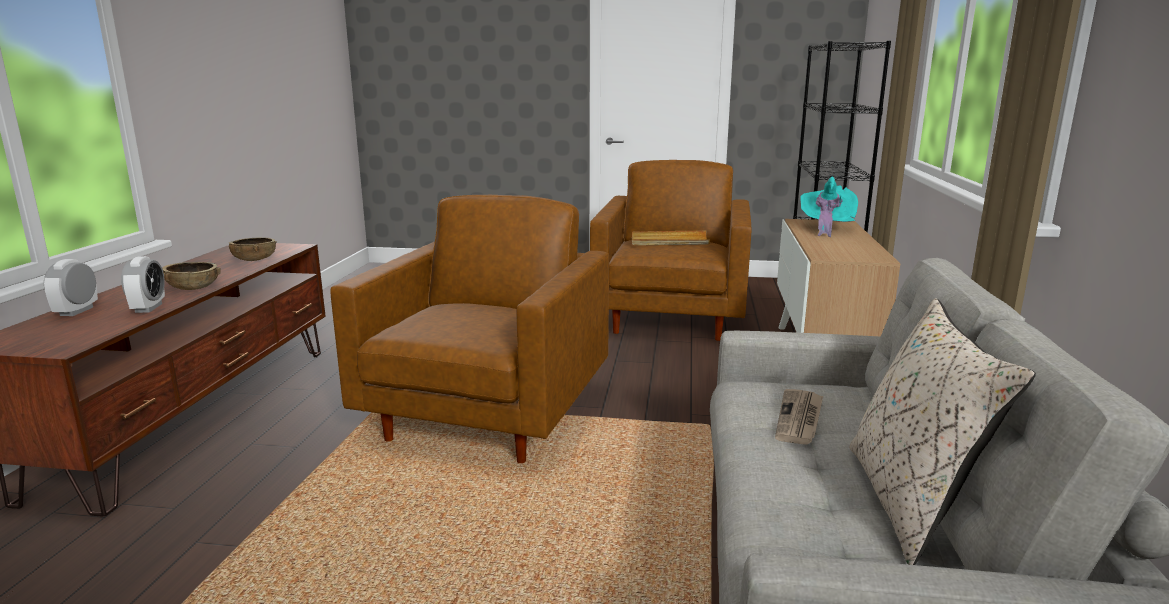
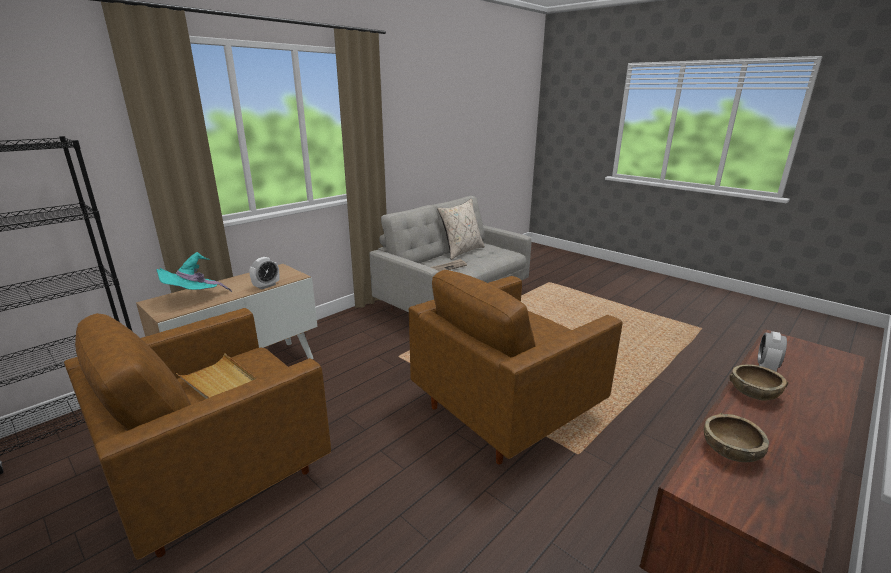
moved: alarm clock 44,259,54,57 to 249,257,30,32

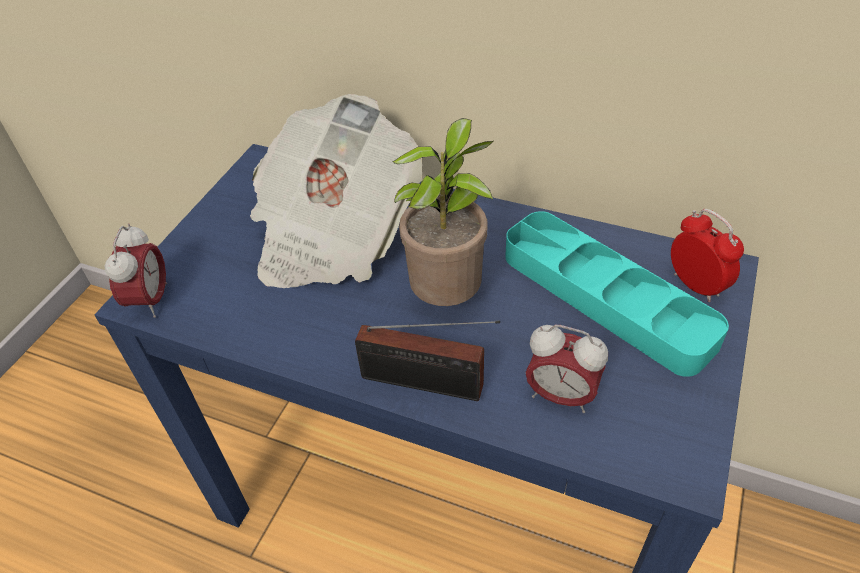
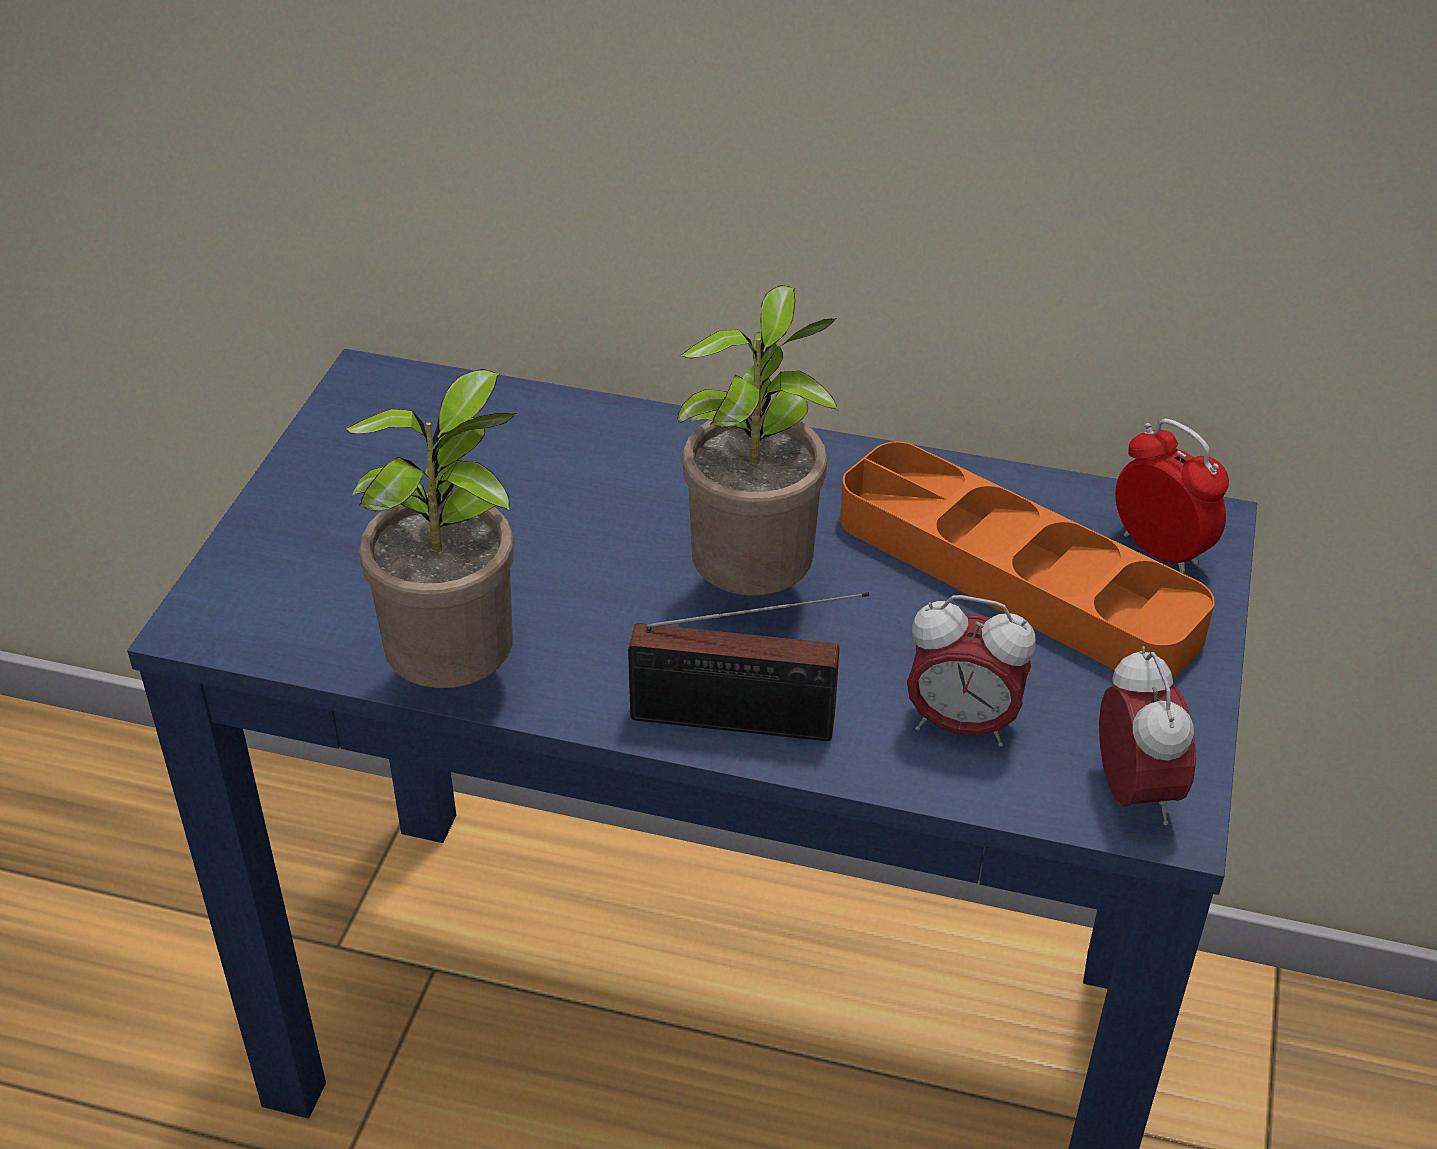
removed: newspaper 250,94,172,194
added: potted plant 345,369,172,319
moved: alarm clock 105,223,62,95 to 1099,646,97,179
recoloured: turquoise tray 505,211,224,166 to orange tray 840,441,375,239

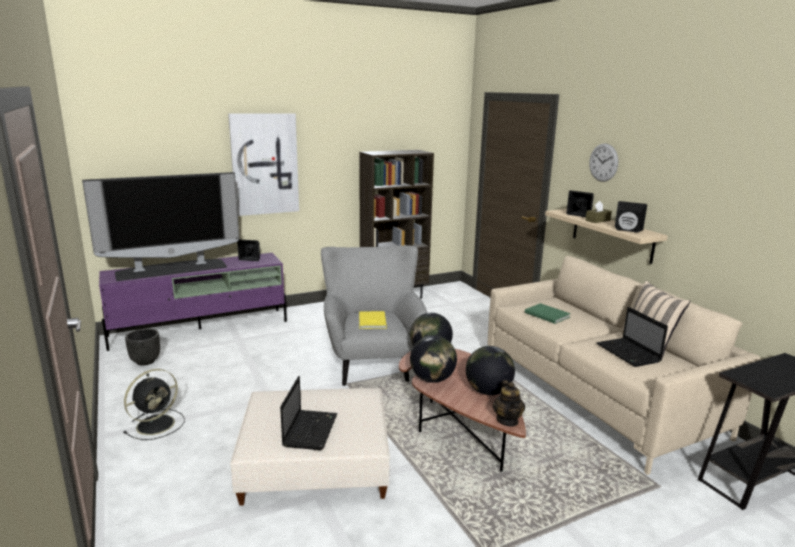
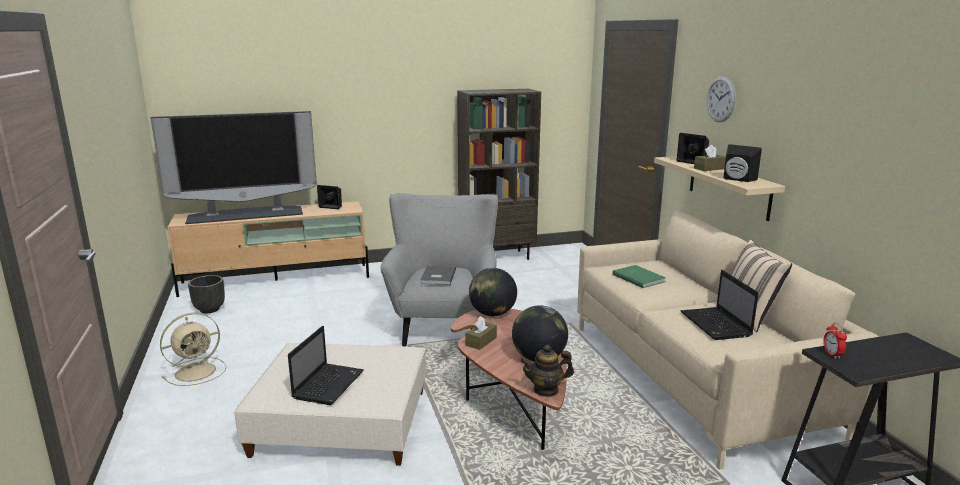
removed: picture 228,113,71,103
added: alarm clock 823,323,24,36
replaced: globe 410,335,47,48 to brown tissue box 466,316,31,34
recoloured: purple tv stand 99,253,188,98 to beige tv stand 168,201,201,96; black fan 123,369,62,71 to beige fan 160,313,66,73; yellow book 359,311,28,18 to grey book 421,266,35,19
turned: teapot 493,380,32,47 = 520,345,54,52 75 degrees clockwise

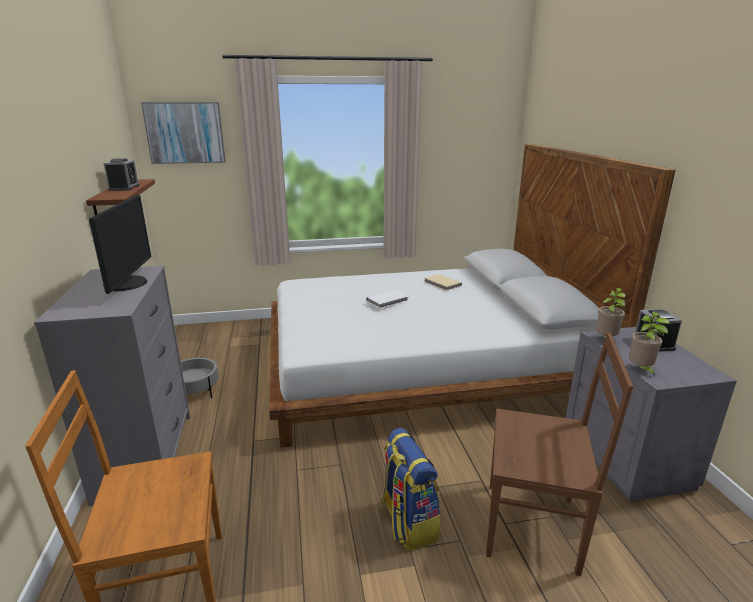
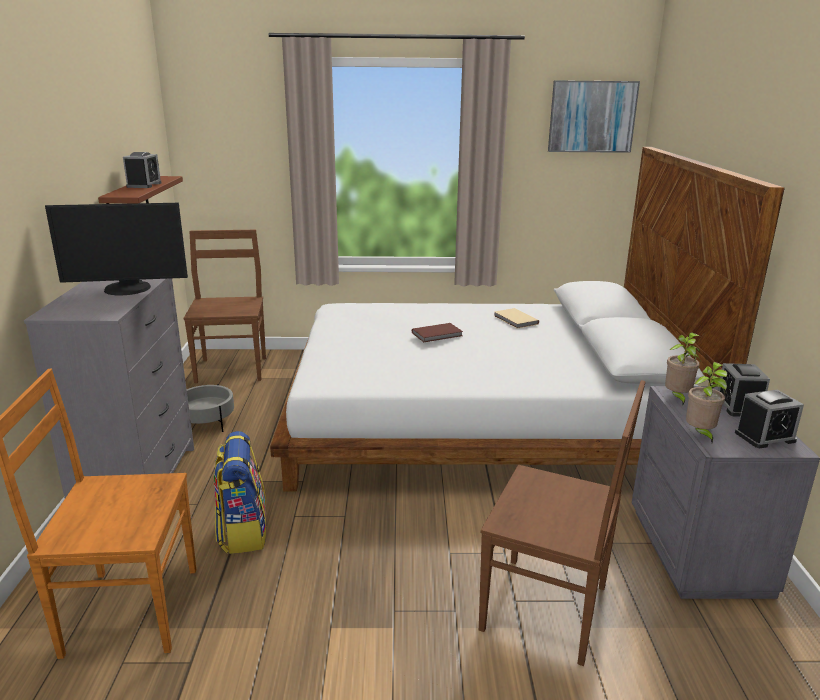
added: brown chair 183,230,83,153; alarm clock 735,390,69,58
moved: picture 141,102,85,62 to 548,80,92,73; backpack 379,428,62,123 to 214,431,52,123
recoloured: white book 366,290,42,18 to brown book 412,323,51,19
turned: monitor 89,194,62,100 = 45,203,143,92 75 degrees clockwise

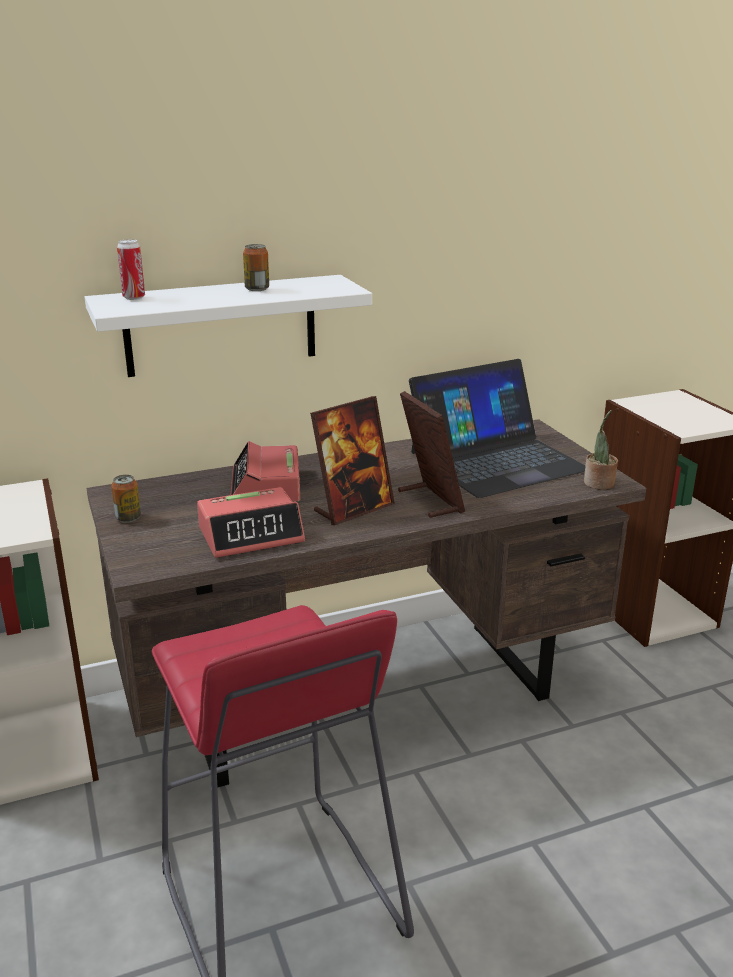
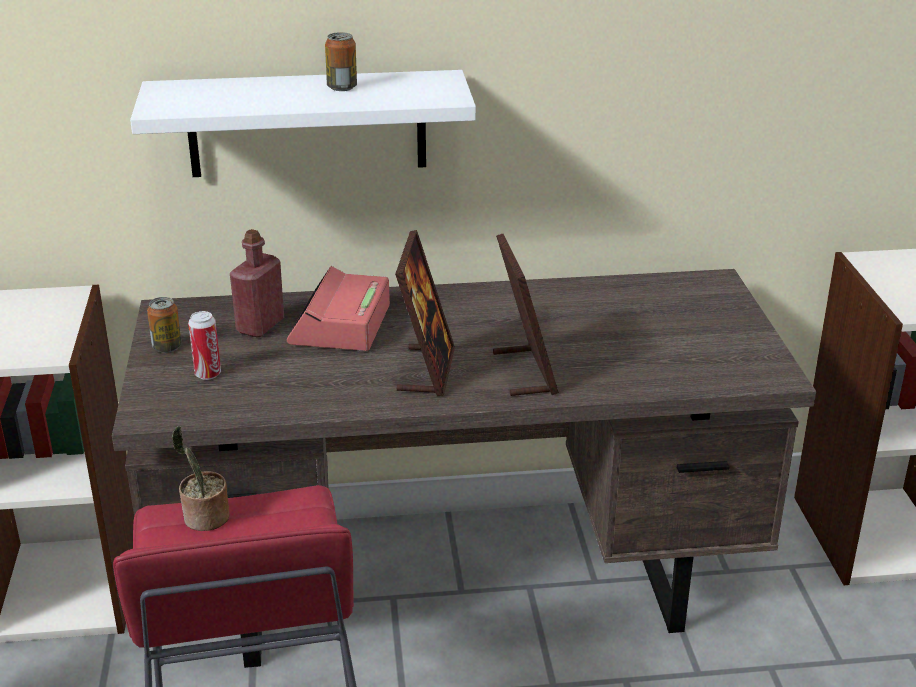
removed: alarm clock 197,487,108,71; laptop 409,359,177,139
added: red bottle 230,229,54,109
moved: can 117,239,28,61 to 188,311,33,69; potted plant 584,410,34,80 to 171,426,59,105
turned: picture frame 310,396,85,129 = 395,230,60,166 60 degrees counterclockwise

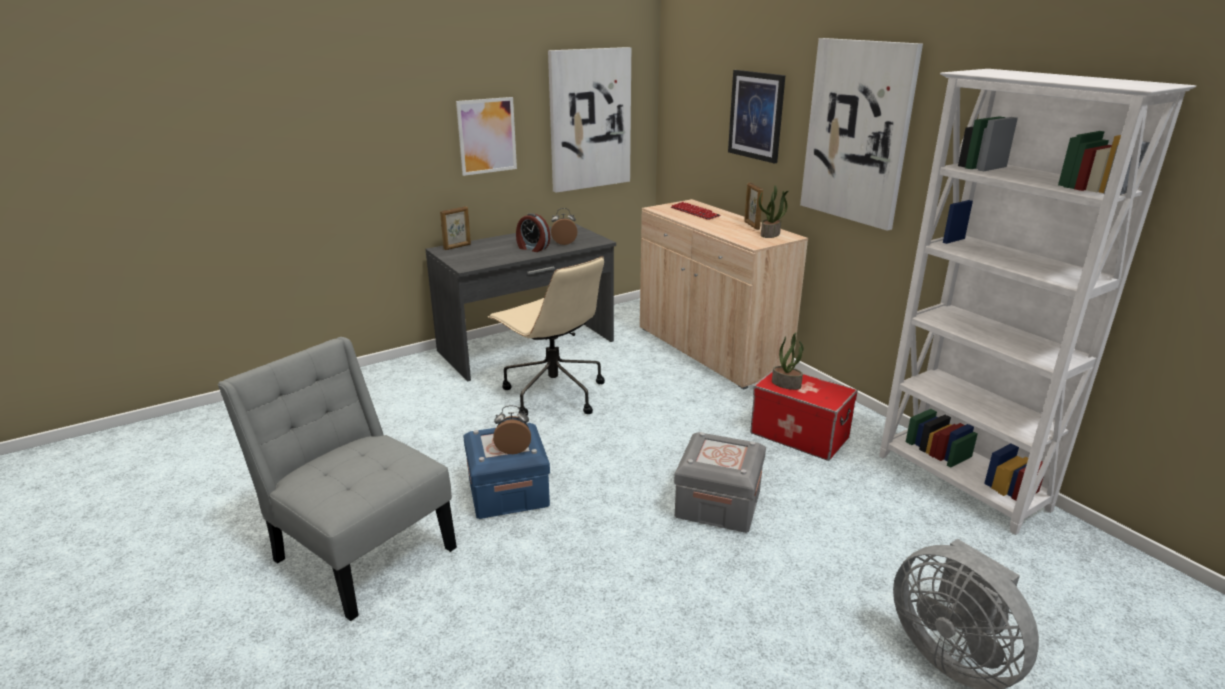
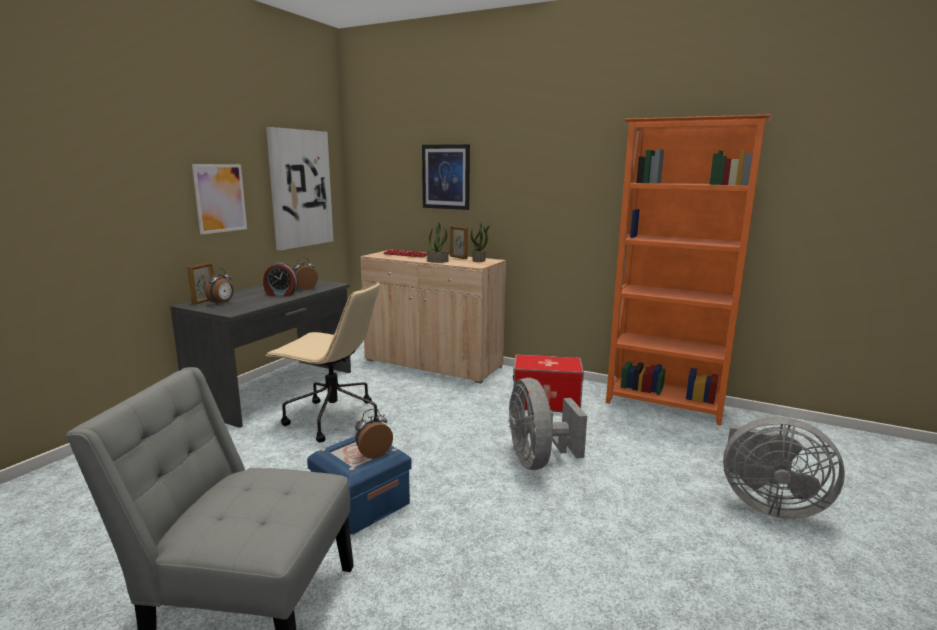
removed: picture 800,38,123,193
added: alarm clock 205,268,29,37
moved: potted plant 772,332,32,58 to 427,223,21,40
replaced: grey storage box 674,432,92,101 to grey fan 508,378,79,92
recoloured: white bookcase 879,69,317,466 to orange bookcase 606,114,166,312

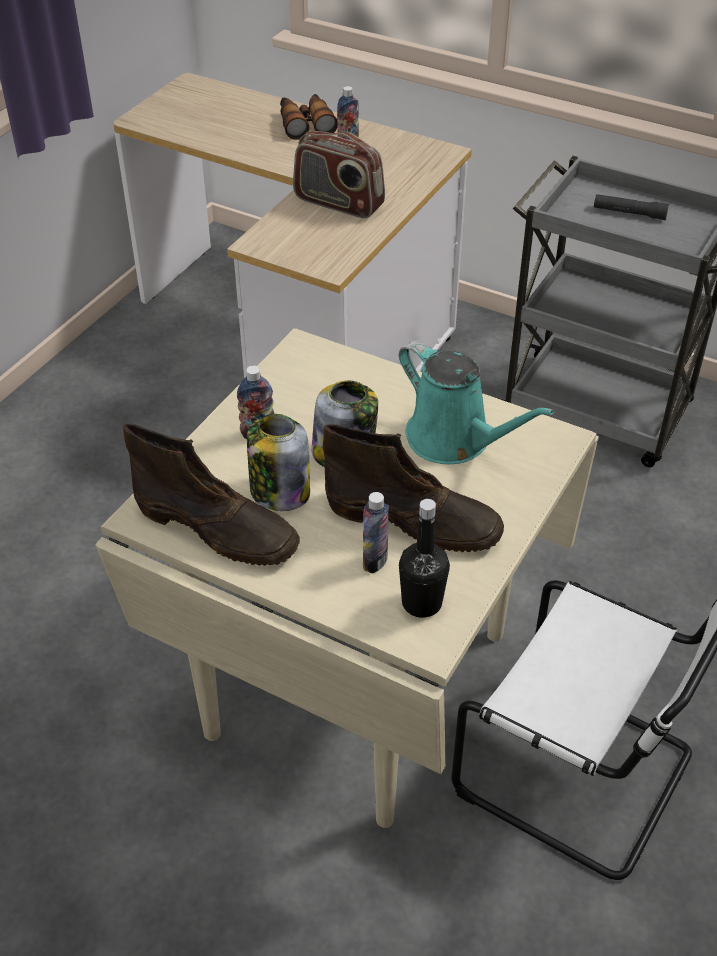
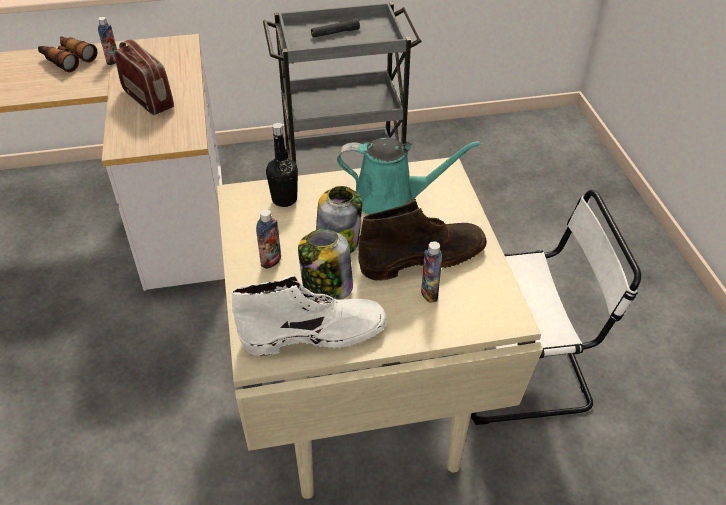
moved: black bottle 399,499,51,119 to 266,123,32,84
recoloured: brown boot 123,424,177,142 to white boot 231,274,156,82
turned: radio 293,131,92,87 = 114,40,60,75 120 degrees counterclockwise

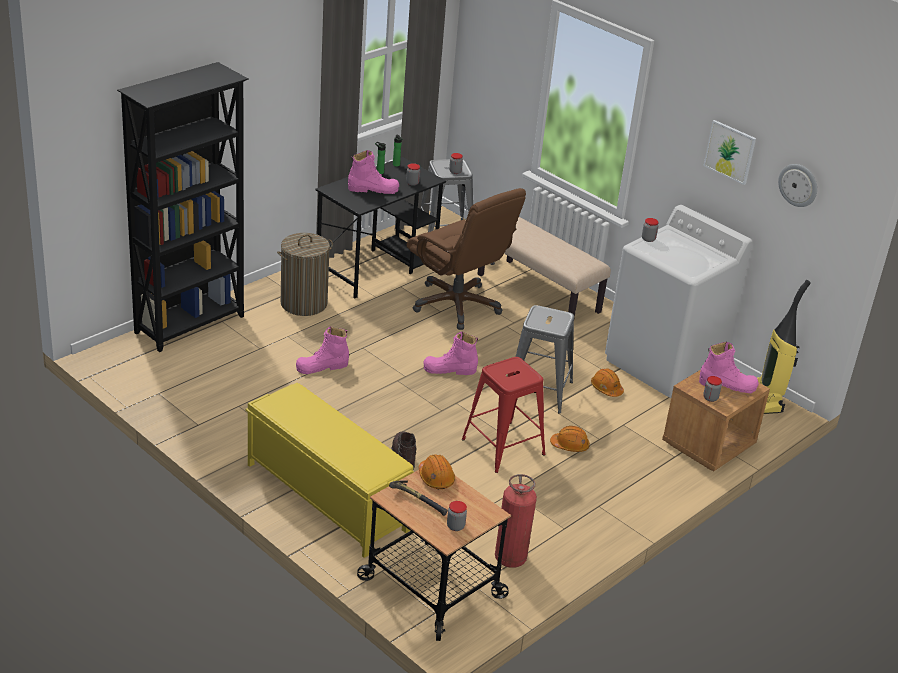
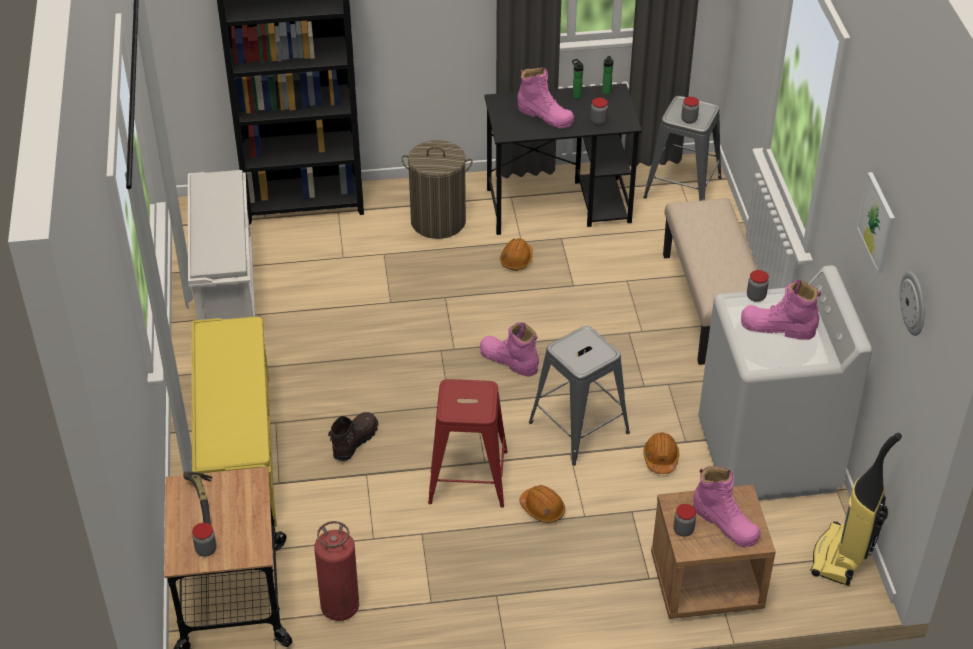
removed: brown office chair 407,188,119,142
added: white shoe rack 188,170,67,150
moved: pink boot 296,326,53,48 to 741,280,80,60; orange hard hat 419,454,36,35 to 500,238,33,33

